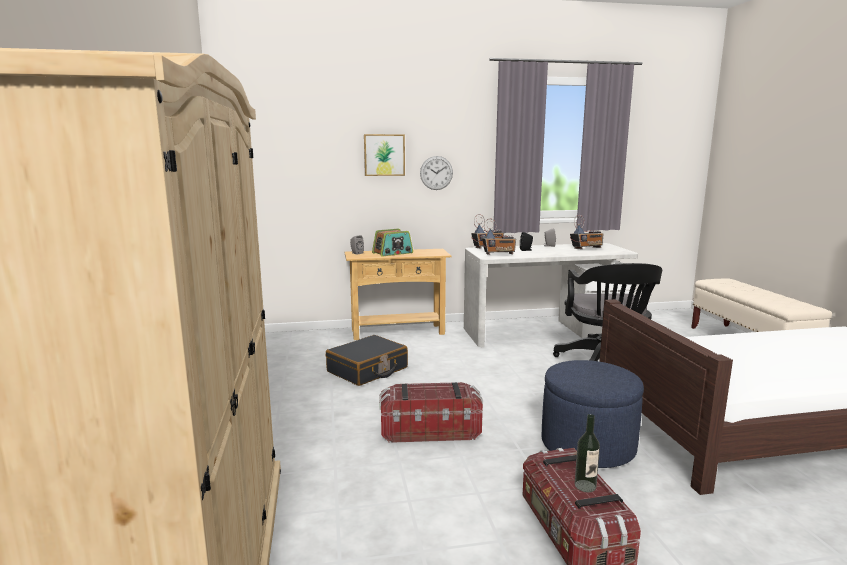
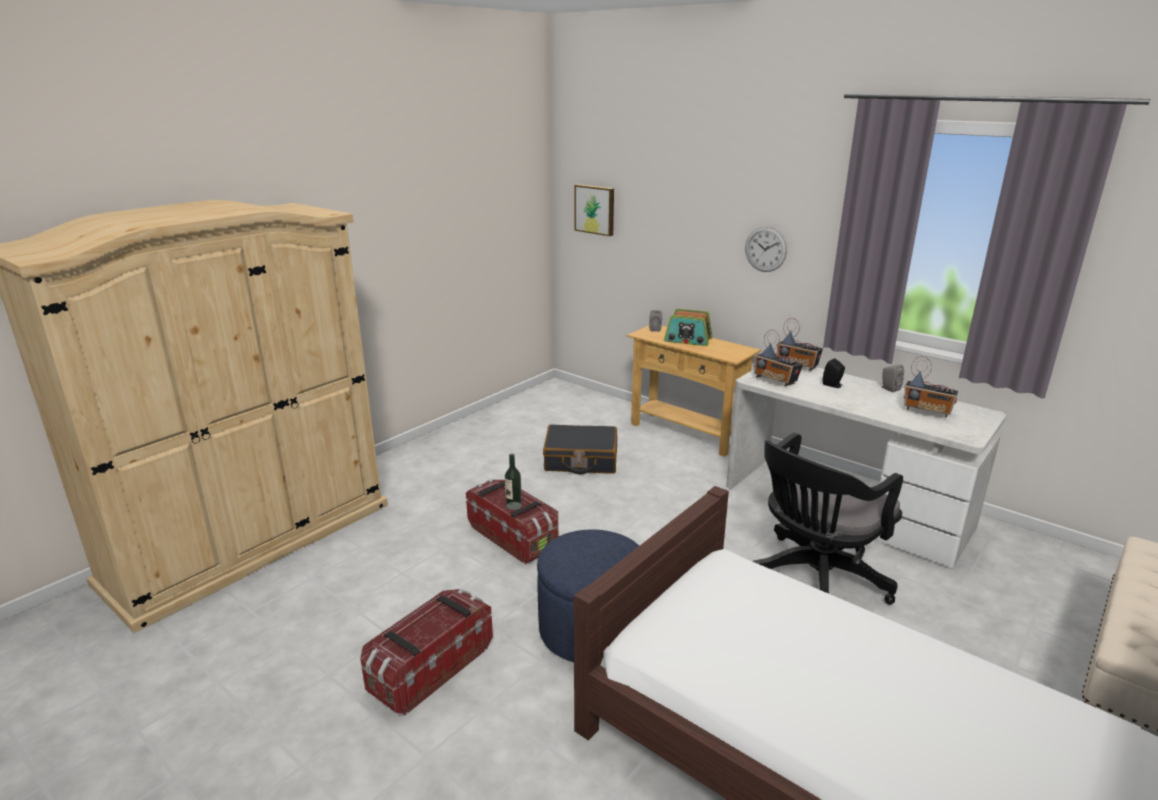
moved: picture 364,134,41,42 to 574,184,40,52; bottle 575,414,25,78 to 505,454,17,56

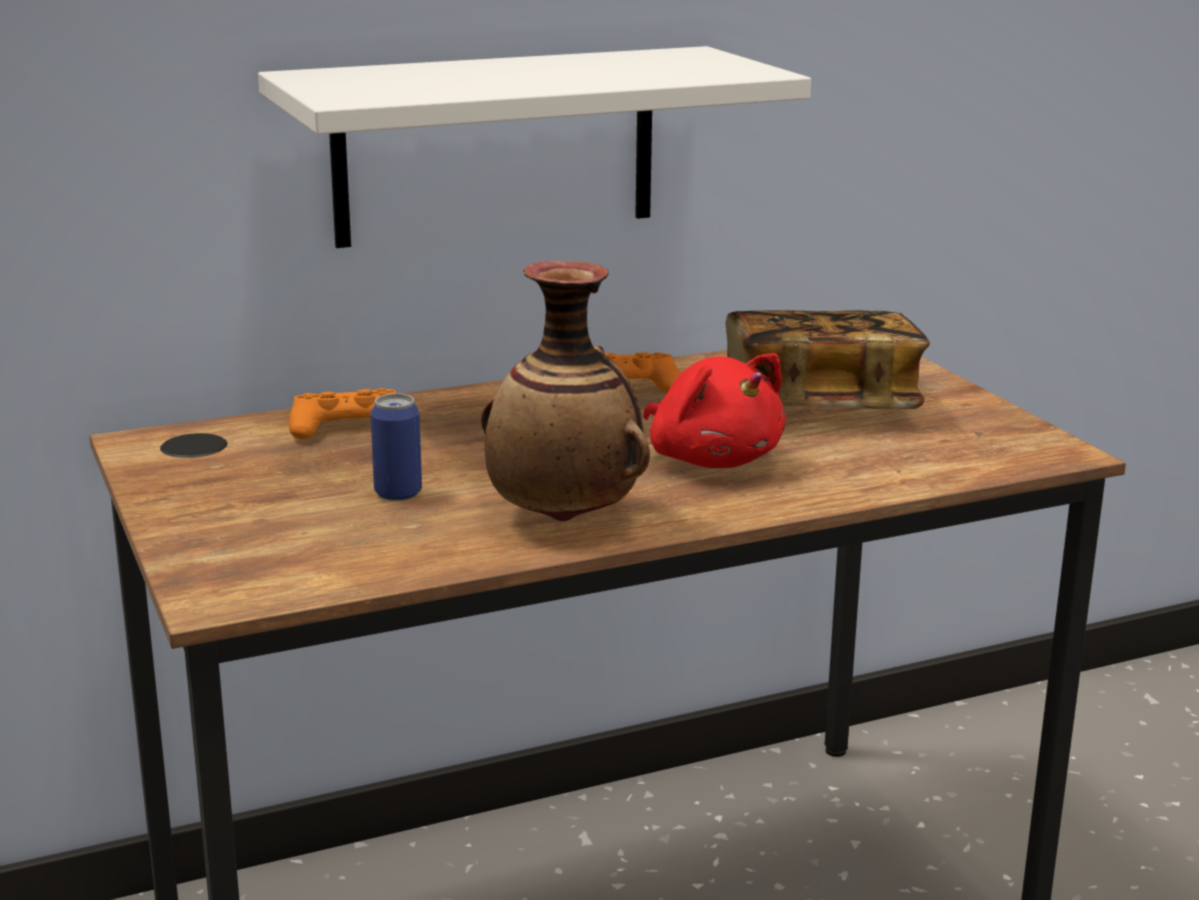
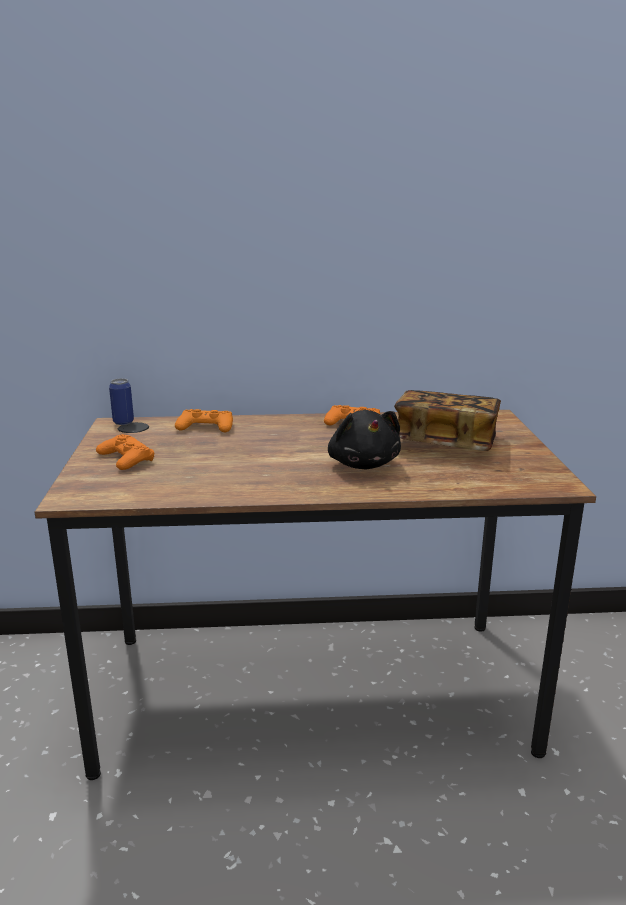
removed: white shelf 258,46,553,202; vase 481,261,169,261
added: orange game controller 96,434,58,36
moved: can 371,393,51,108 to 109,378,25,47
recoloured: red plush toy 643,353,143,115 to black plush toy 328,410,73,59

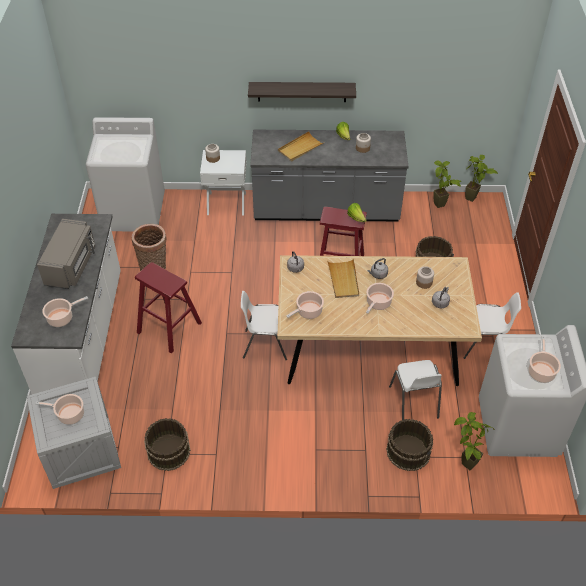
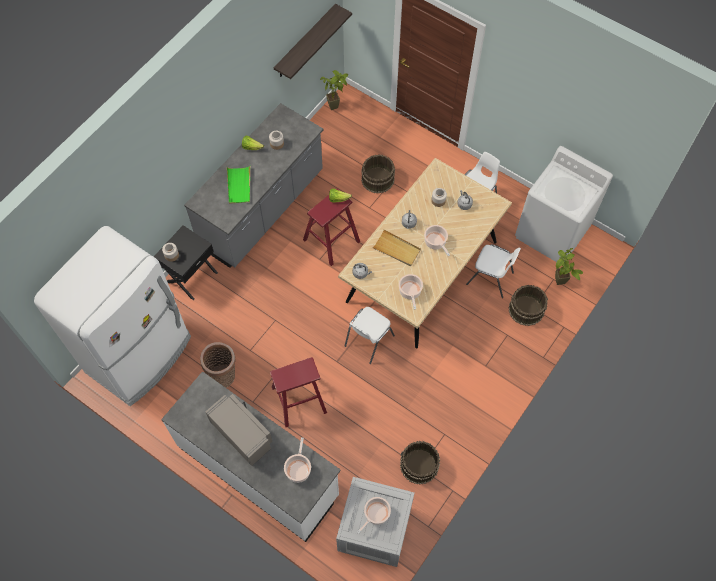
removed: potted plant 433,160,29,48; cooking pot 528,336,33,47
moved: shelf 248,82,108,20 to 274,4,78,75
replaced: white washing machine 86,117,79,114 to white fridge 34,226,157,180
recoloured: white nightstand 200,150,47,66 to black nightstand 154,225,64,75; beige tray 278,131,47,31 to green tray 227,166,23,38

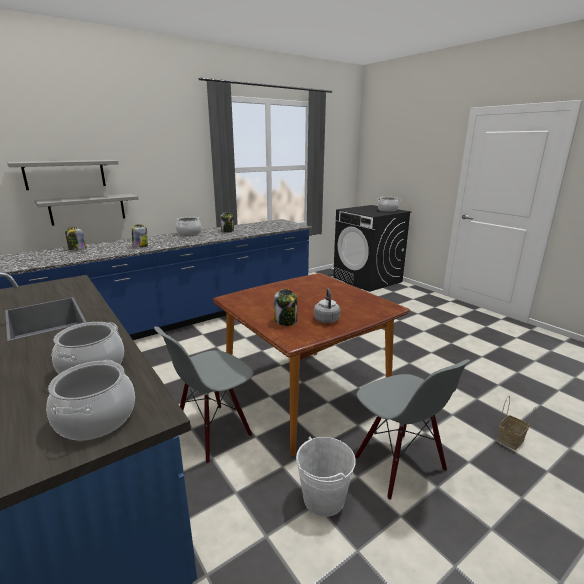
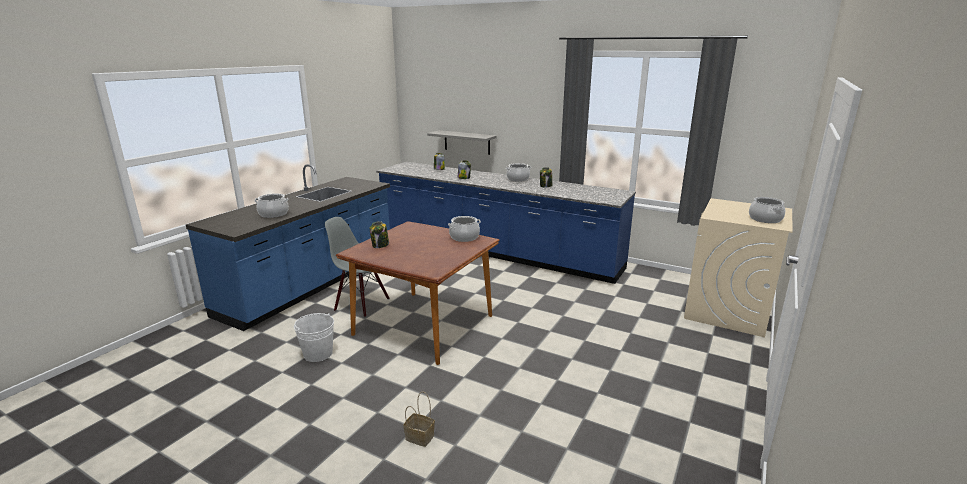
removed: grey shelf 7,160,112,30; grey kettle 314,289,26,34; grey chair 355,359,116,141
moved: cooking pot 46,360,89,81 to 448,216,33,26
recoloured: black washing machine 333,205,78,87 to beige washing machine 684,198,109,139

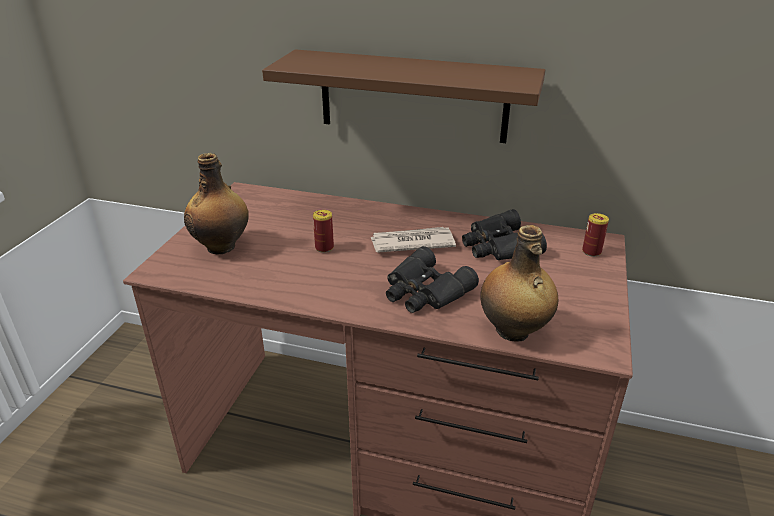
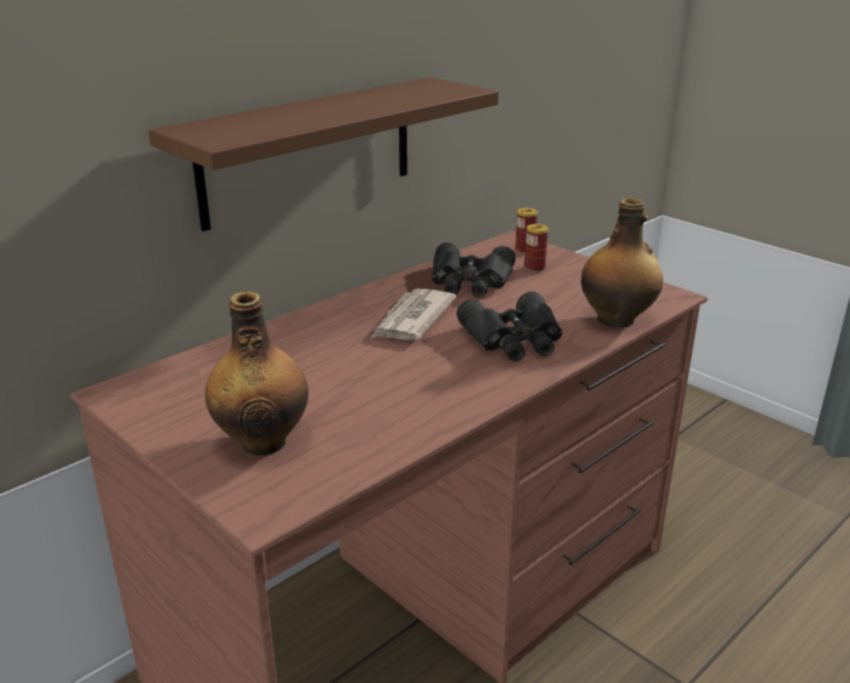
moved: can 313,210,21,43 to 525,224,23,48

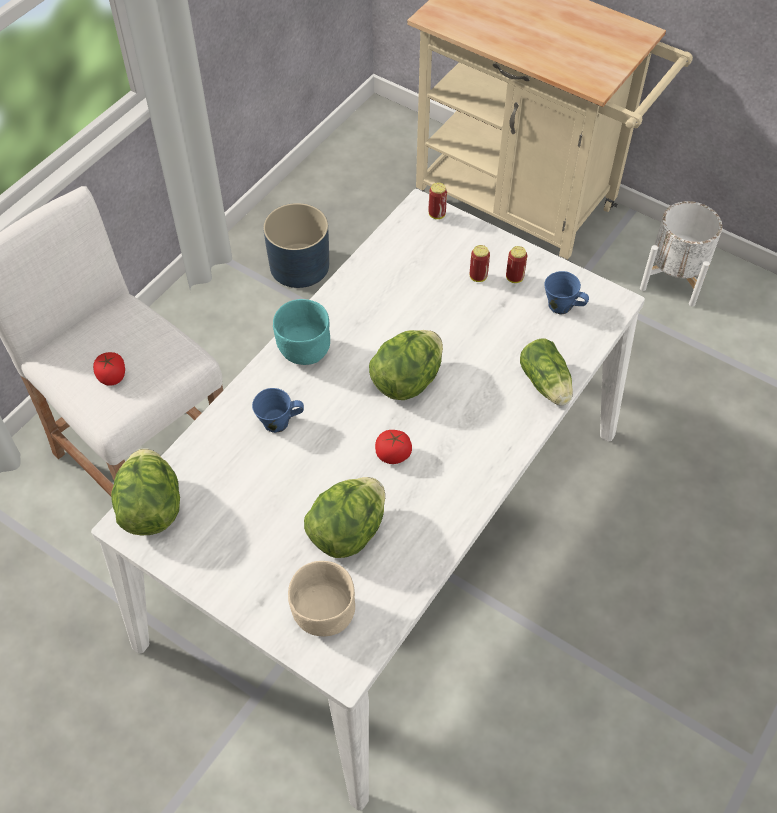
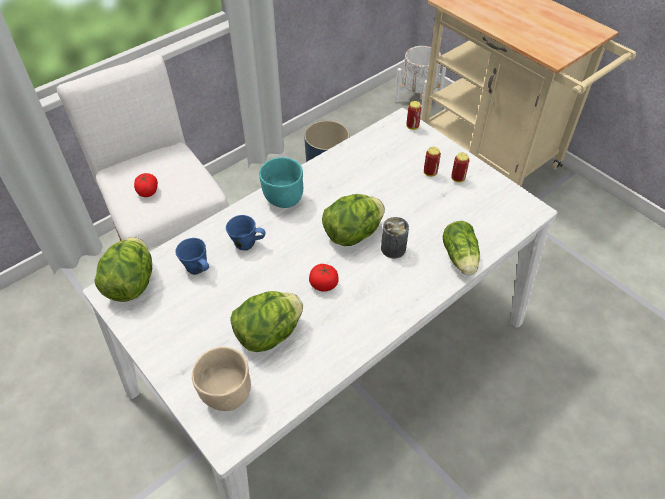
added: can 381,217,28,41
moved: blue mug 545,271,44,44 to 175,238,34,37; white planter 640,201,83,106 to 395,46,51,68

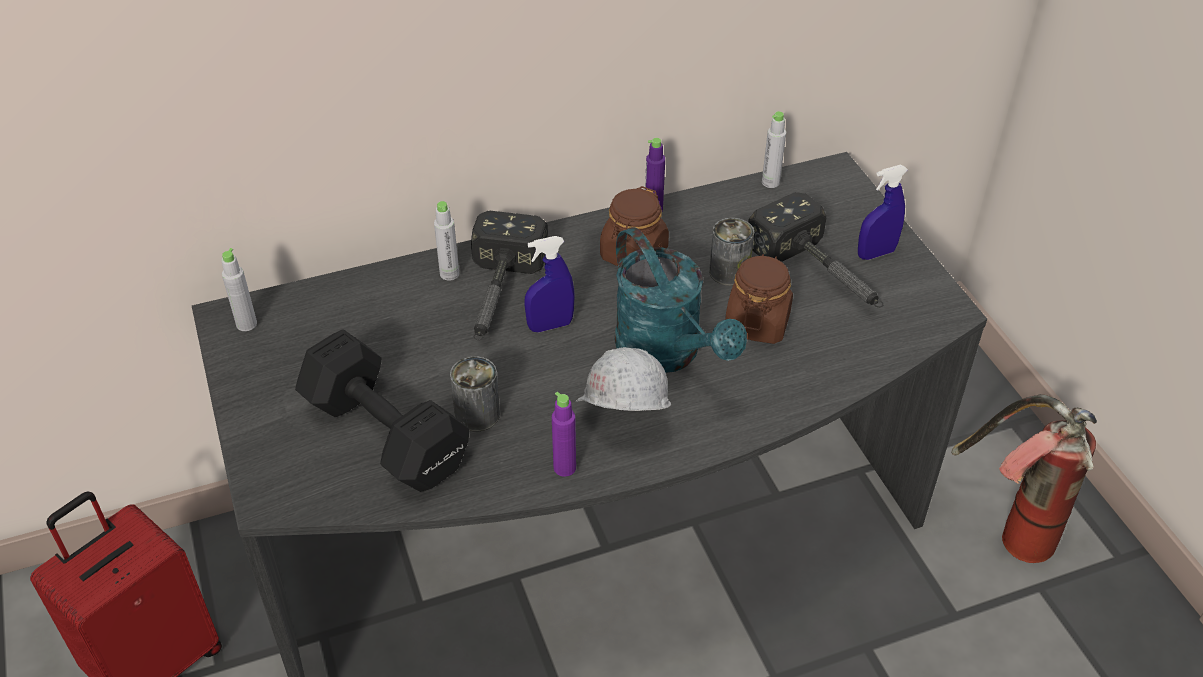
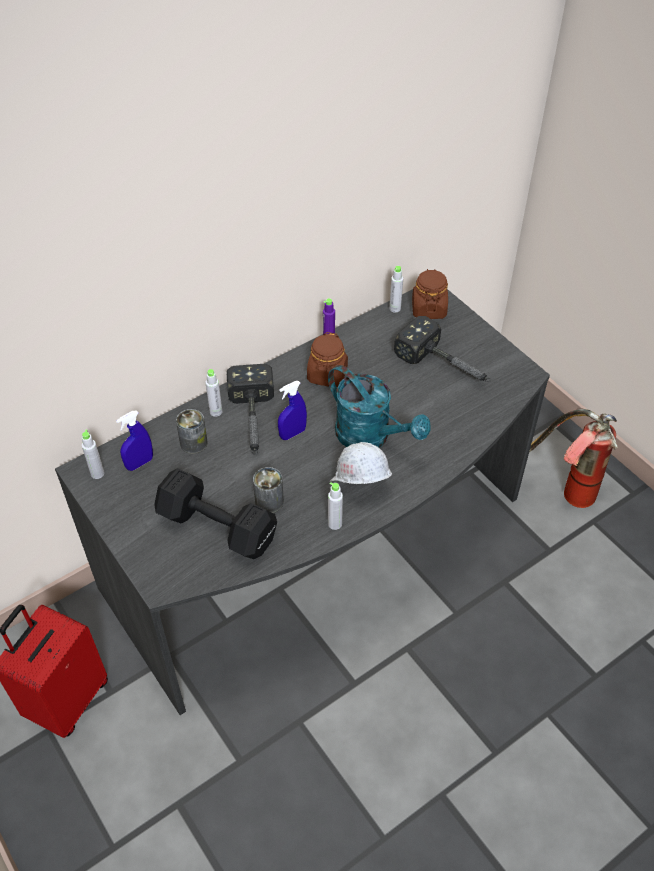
moved: can 709,218,45,68 to 176,409,31,45; brown jar 725,254,68,90 to 412,269,36,50; blue spray bottle 858,165,50,95 to 116,410,37,61
recoloured: purple bottle 552,392,24,85 to grey bottle 328,482,15,48

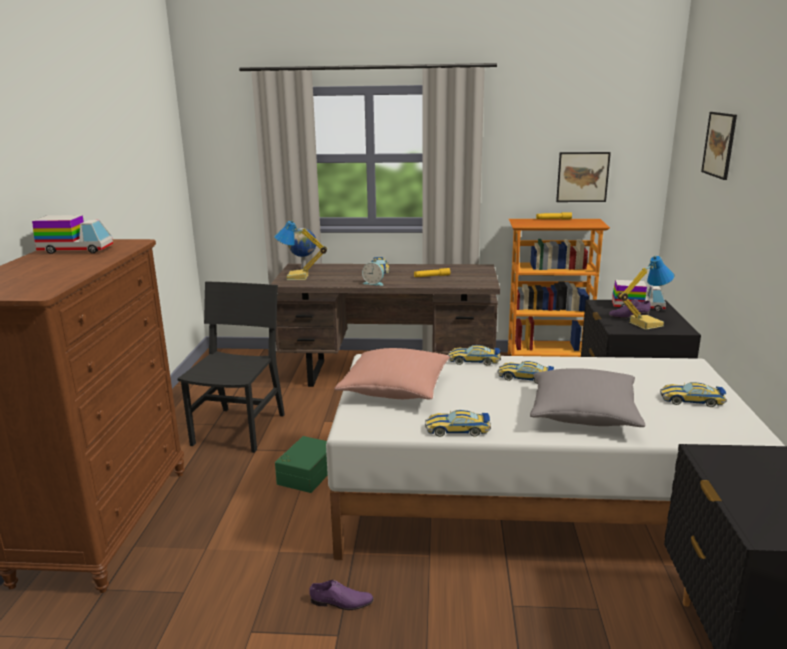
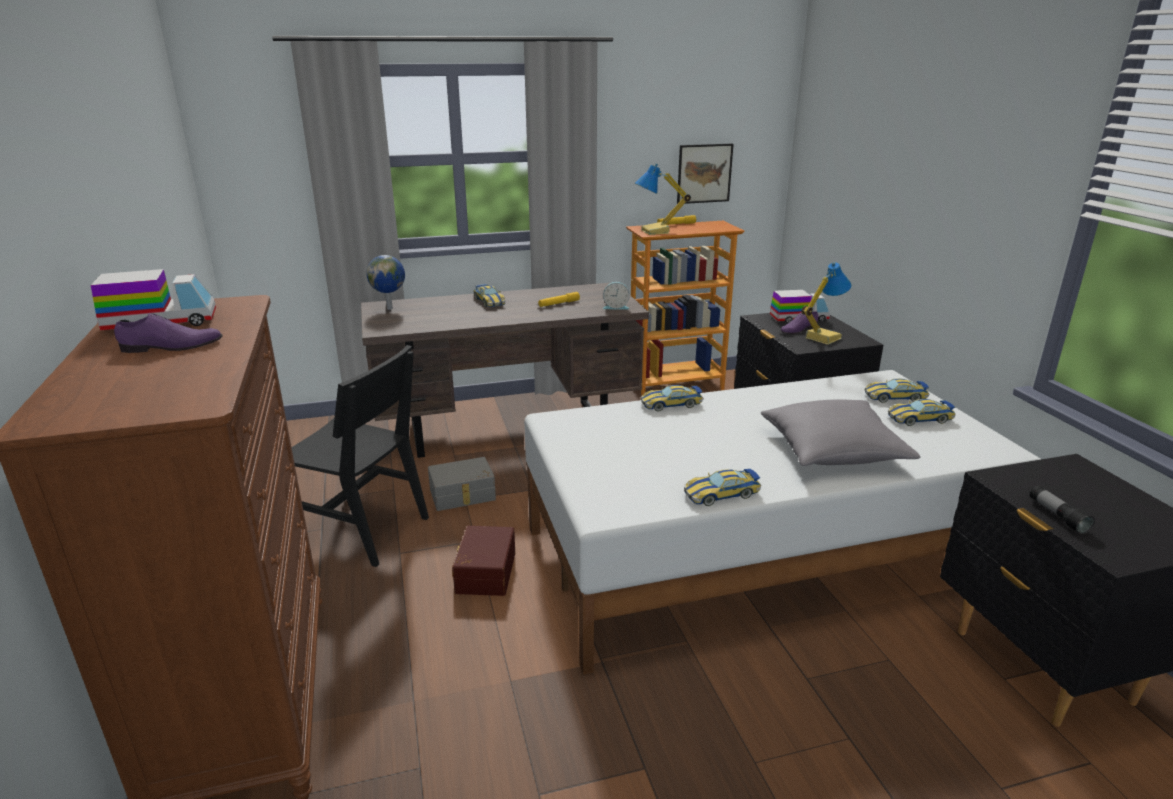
removed: pink pillow 334,348,116,51; picture 701,112,36,68
added: grey storage box 428,457,68,54; flashlight 1030,486,65,48
moved: table lamp 274,220,53,60 to 635,163,56,72; purple shoe 309,580,65,30 to 114,313,109,40; alarm clock 362,262,22,24 to 603,282,27,27; toy car 498,361,56,23 to 865,378,64,25
recoloured: green storage box 275,436,53,57 to brown storage box 452,526,63,70
turned: black chair 178,282,107,171 = 291,345,138,222 120 degrees clockwise

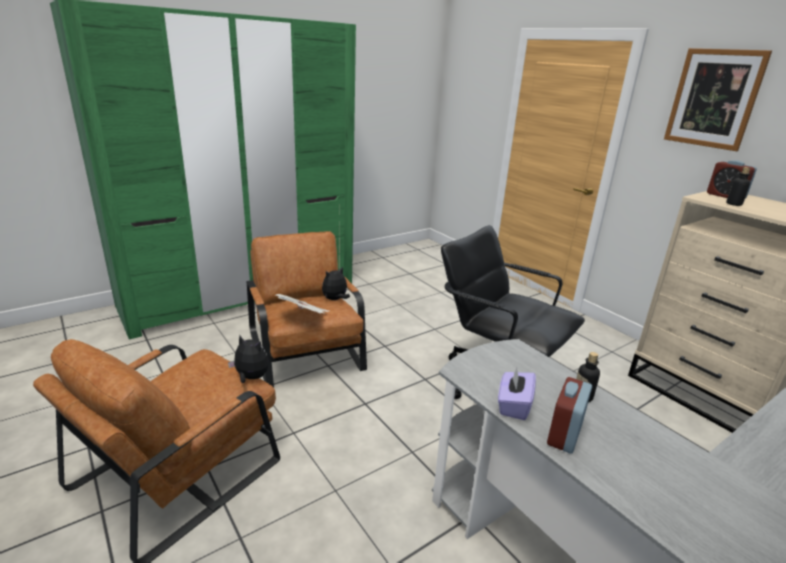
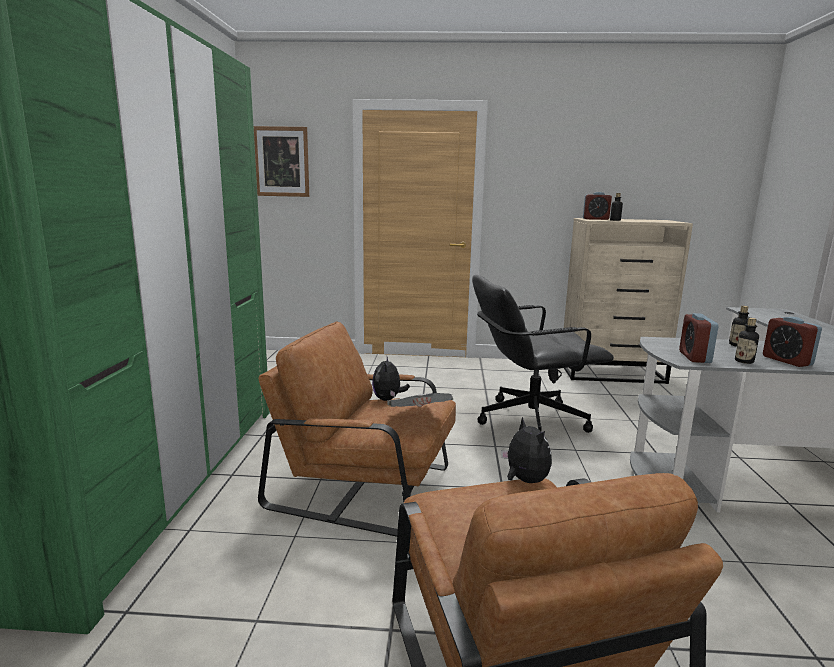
added: alarm clock 679,313,39,50
moved: picture 664,48,108,103 to 254,126,55,71
replaced: purple tissue box 498,366,38,54 to bottle 735,318,24,46
turned: plush toy 228,335,41,48 = 501,417,51,66 90 degrees clockwise

